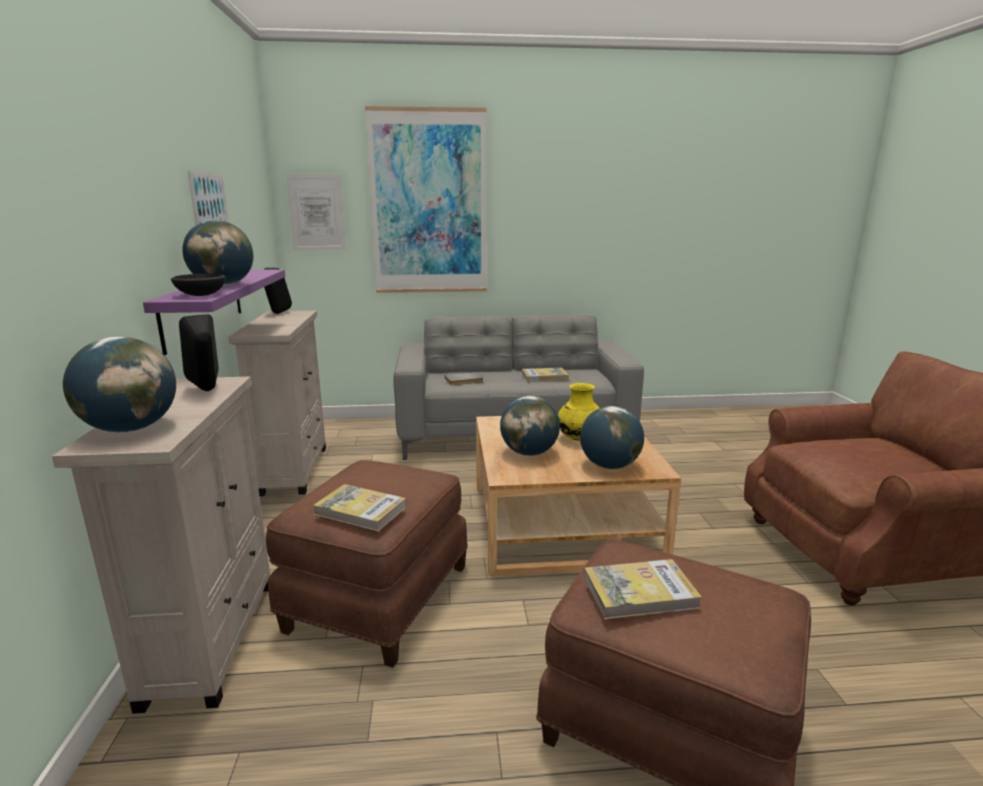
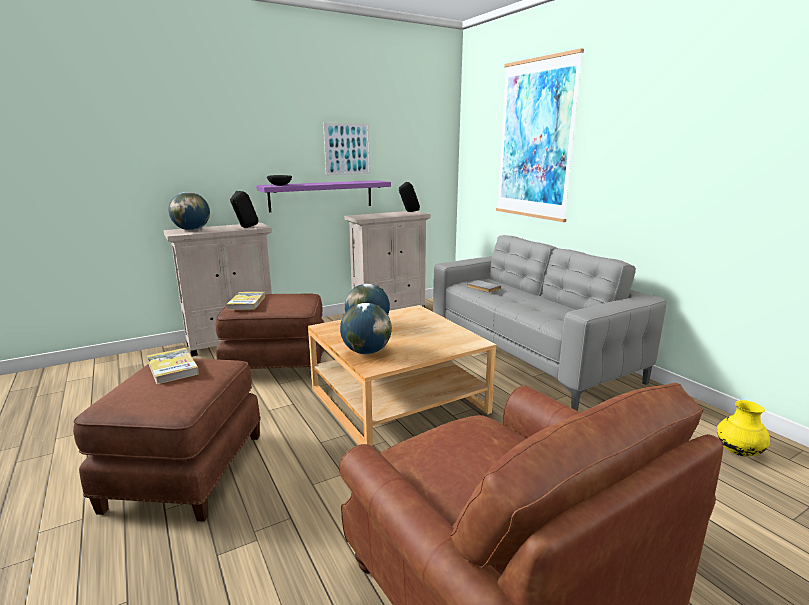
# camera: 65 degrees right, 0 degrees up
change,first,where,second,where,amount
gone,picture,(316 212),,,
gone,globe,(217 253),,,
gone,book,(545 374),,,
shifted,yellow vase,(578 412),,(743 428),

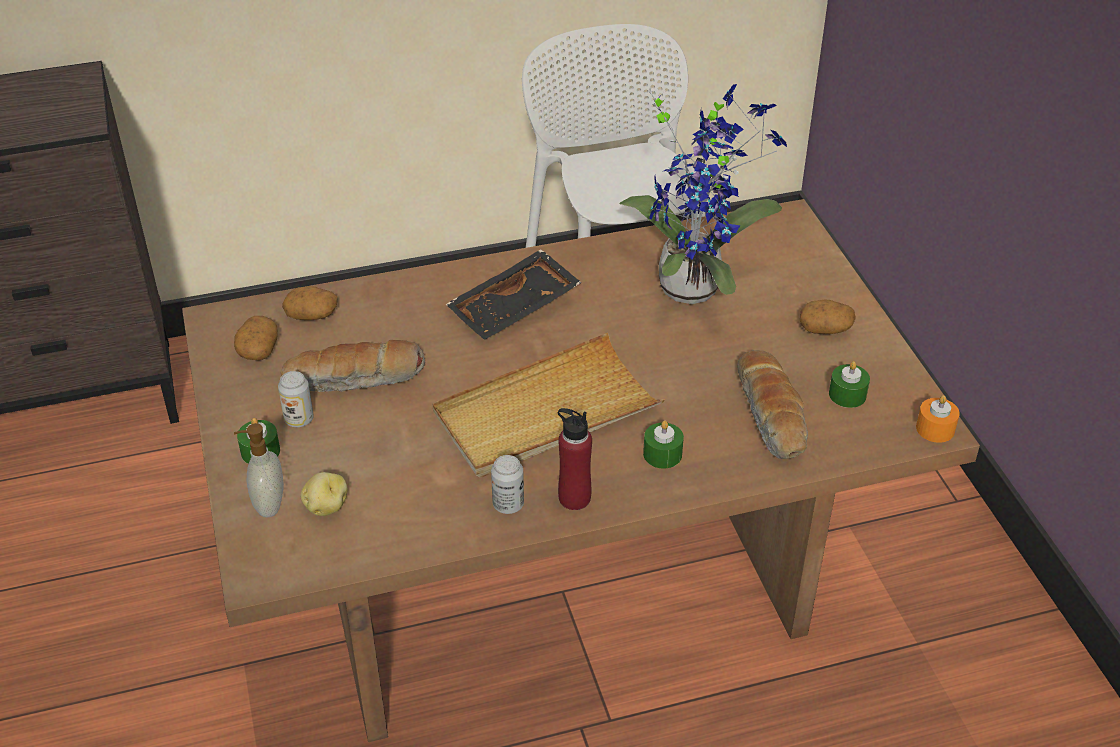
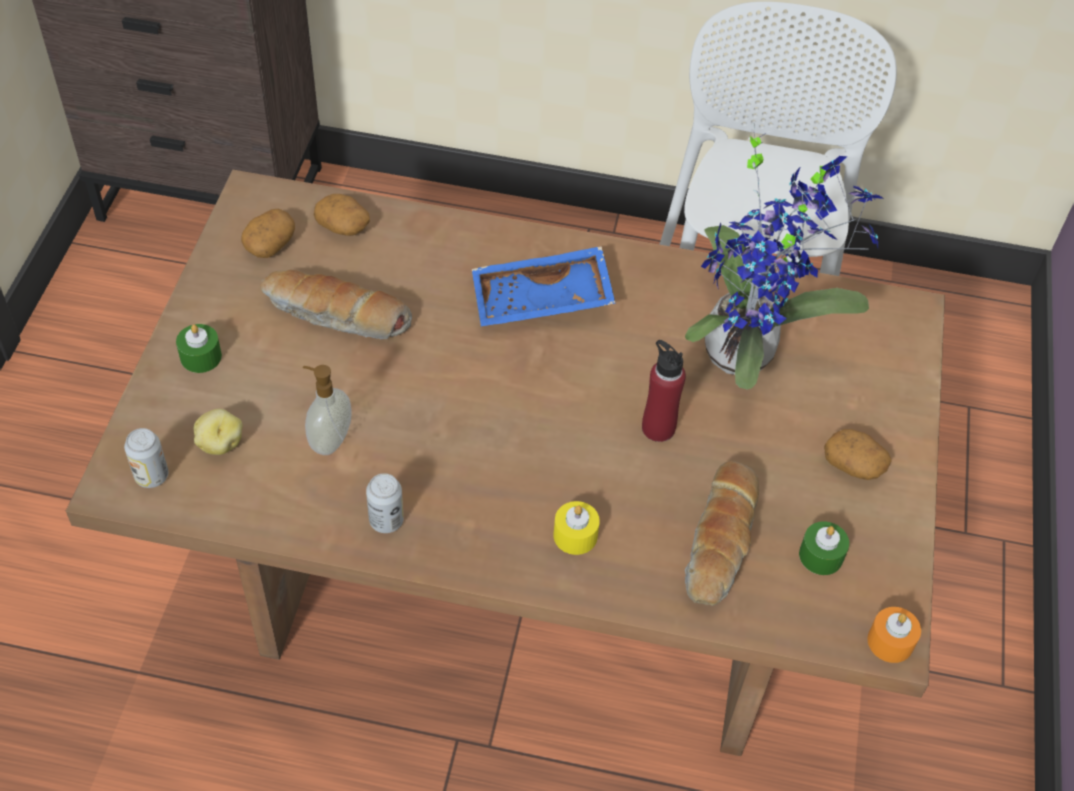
# camera: 25 degrees right, 10 degrees up
change,first,where,second,where,amount
repainted,black tray,(514 294),blue tray,(544 286),
gone,beige tray,(549 405),,,
shifted,can,(296 399),,(146 458),
shifted,red bottle,(575 459),,(664 391),
repainted,green candle,(663 444),yellow candle,(577 528),
shifted,soap dispenser,(259 470),,(327 410),

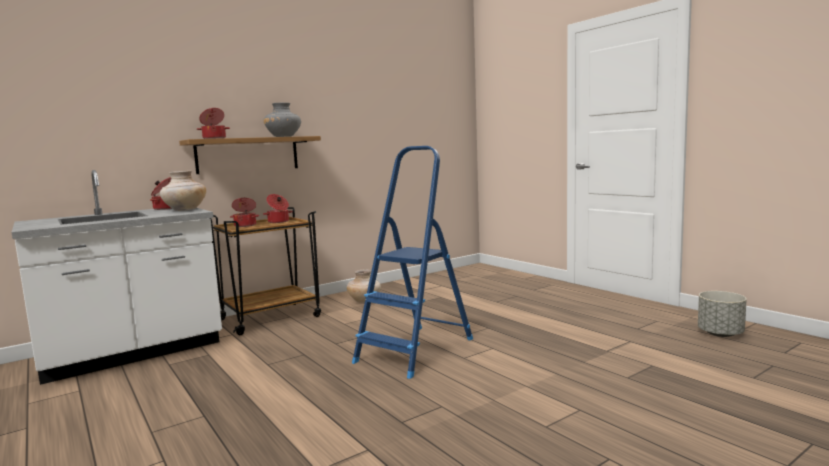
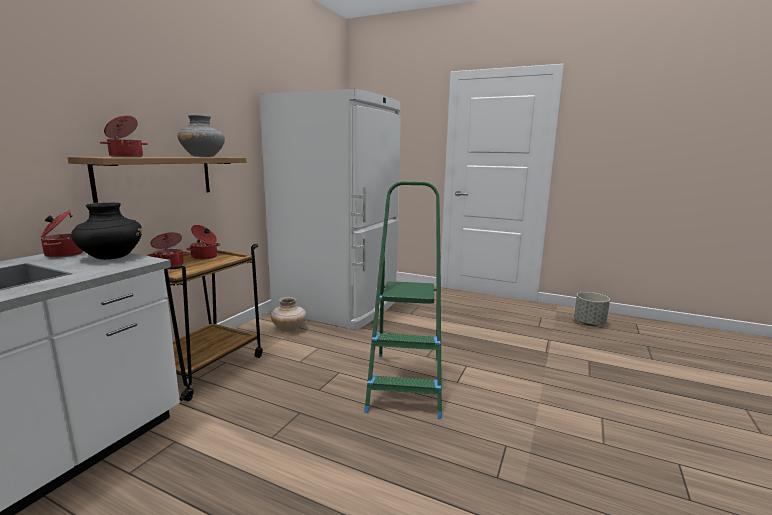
# camera: 30 degrees left, 5 degrees up
change,first,where,second,where,amount
repainted,blue step ladder,(412 262),green step ladder,(403 300),
repainted,beige vase,(183 191),black vase,(106 231),
new,,,white fridge,(330 209),

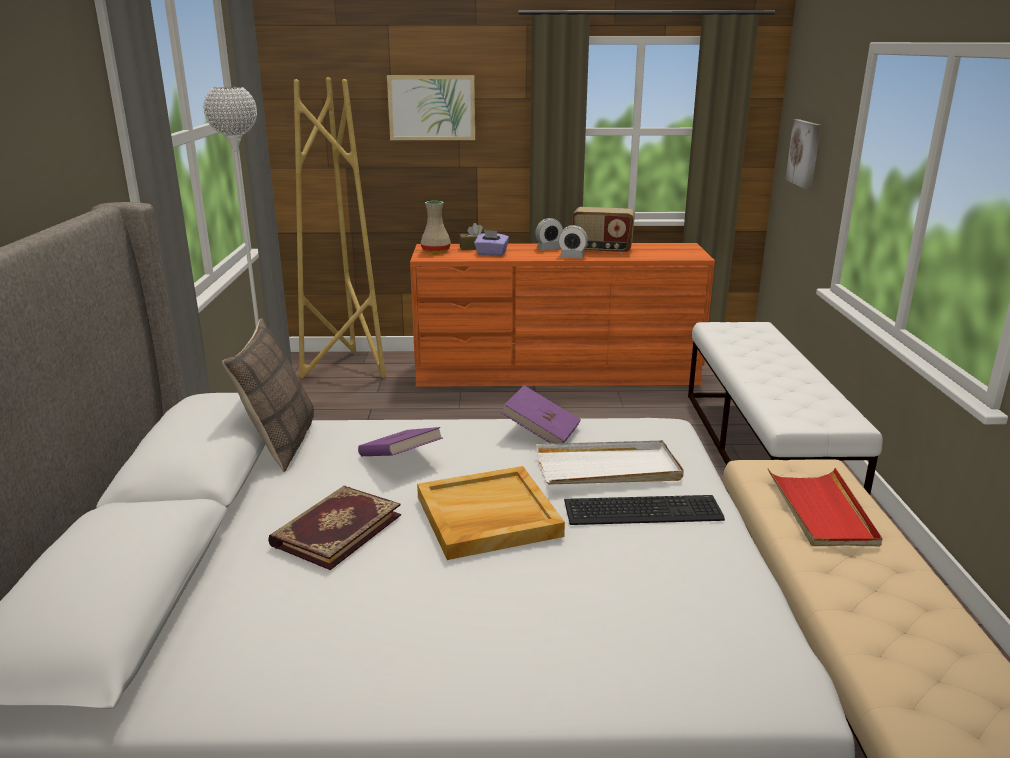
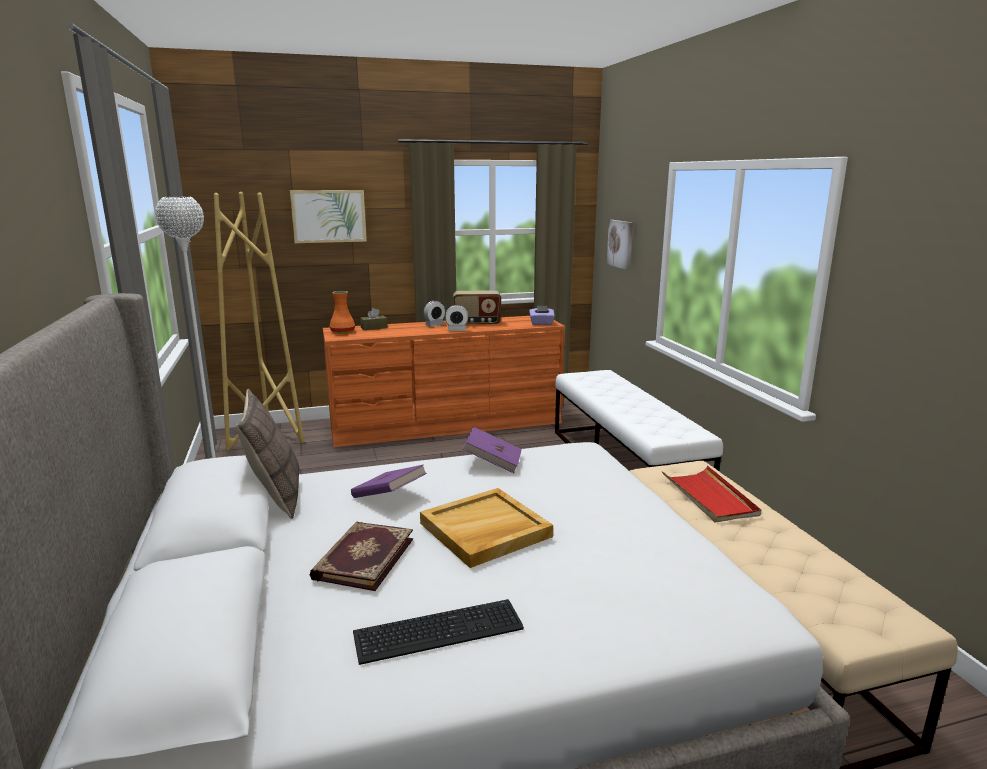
# camera: 15 degrees left, 5 degrees down
change,first,where,second,where,amount
repainted,beige vase,(435 227),orange vase,(342 312),
shifted,purple tissue box,(491 243),,(542 315),
gone,white tray,(610 462),,,
shifted,keyboard,(644 510),,(438 632),

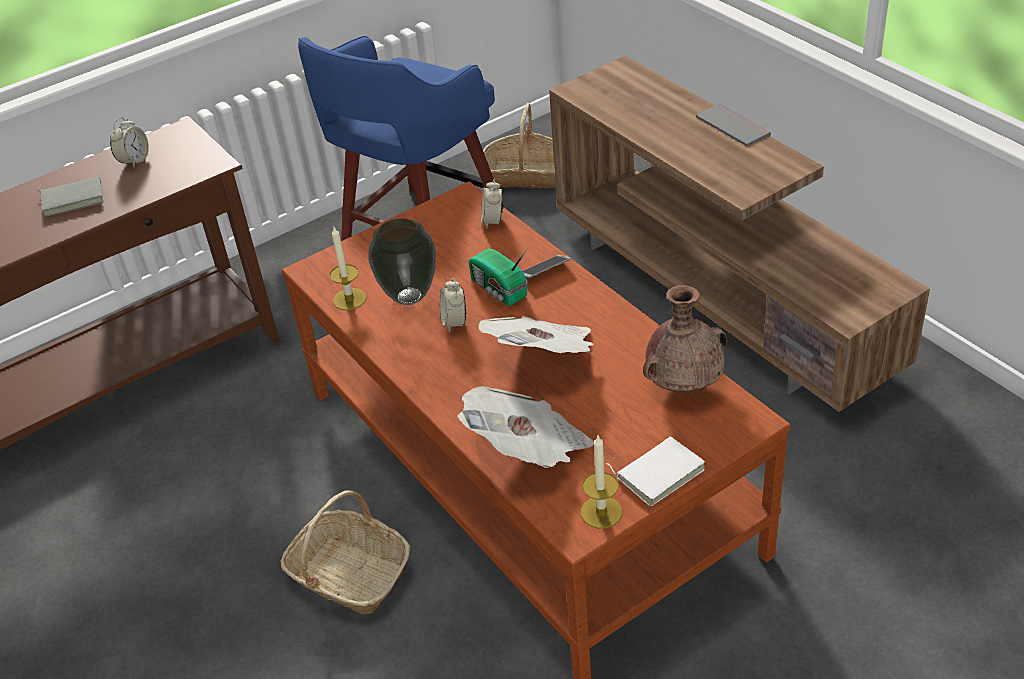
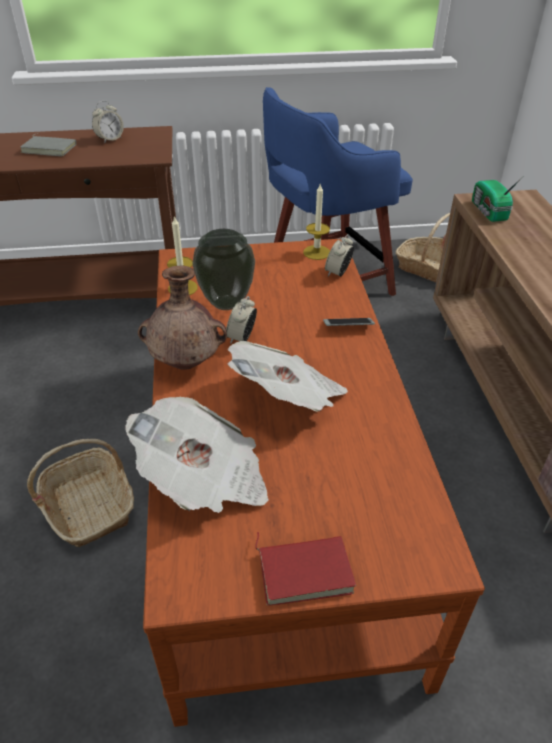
# camera: 25 degrees right, 0 degrees up
change,first,where,second,where,amount
shifted,radio,(498 277),,(497 199),
shifted,brown vase,(685 339),,(182 318),
shifted,candle,(601 482),,(316 222),
repainted,white book,(655 471),red book,(305 569),

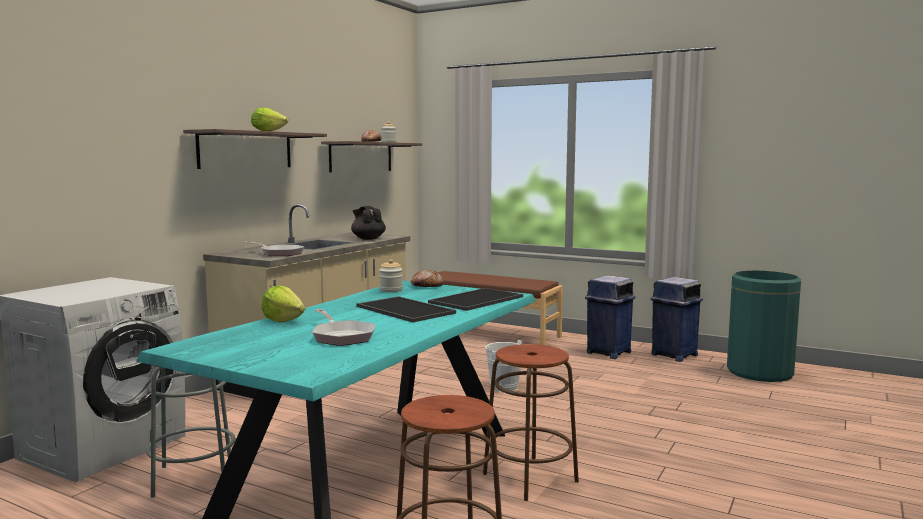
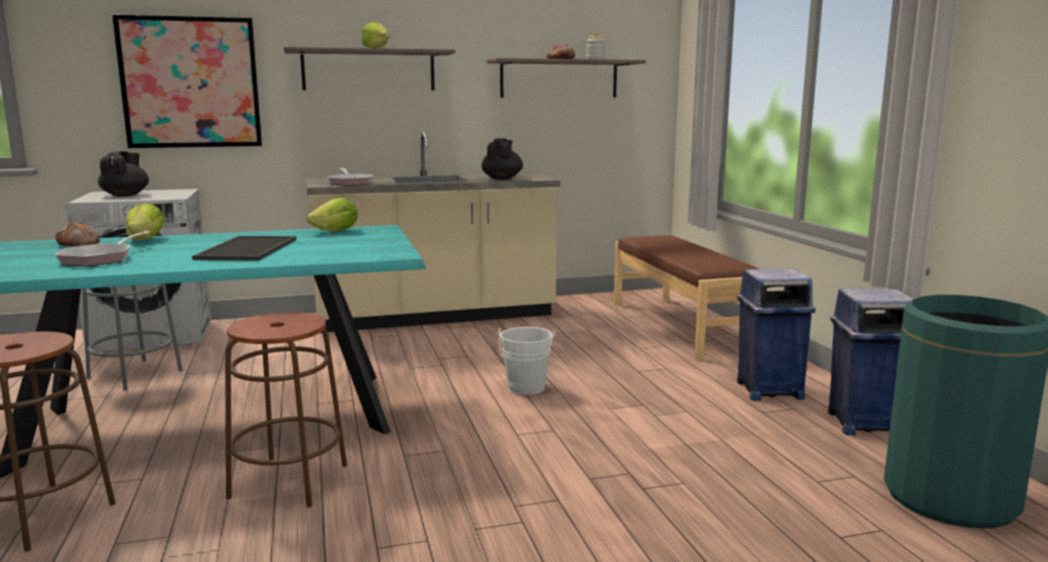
# camera: 45 degrees right, 5 degrees up
change,first,where,second,where,amount
swapped,jar,(391 275),lettuce,(332 214),
shifted,bread,(427 278),,(78 234),
gone,tray,(475 299),,,
new,,,picture,(187 81),
new,,,black teapot,(123 174),

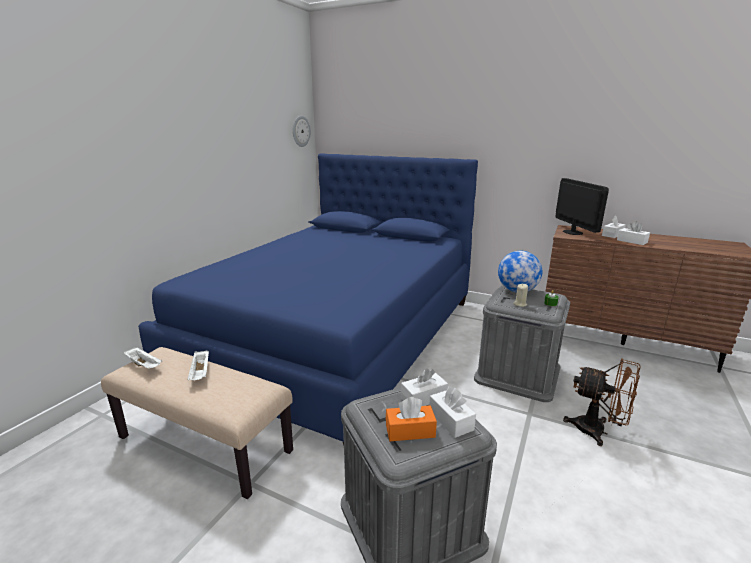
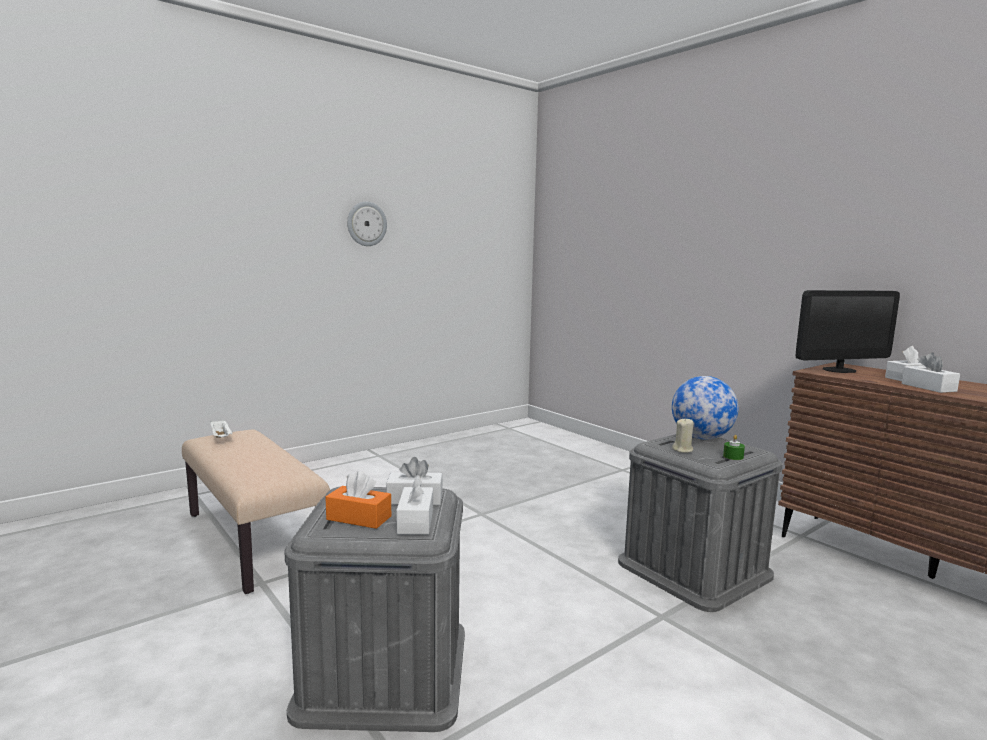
# camera: 25 degrees right, 10 degrees down
change,first,where,second,where,amount
shifted,wall clock,(302 131),,(367 224),
gone,blue bed,(308 299),,,
rotated,monitor,(582 206),,(848 331),60 degrees clockwise
gone,white tray,(198 365),,,
gone,brown fan,(602 402),,,

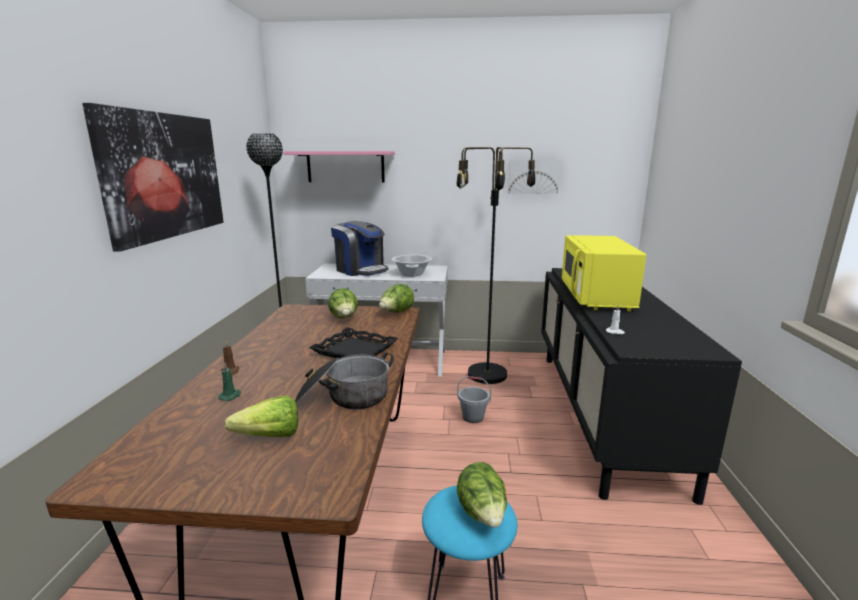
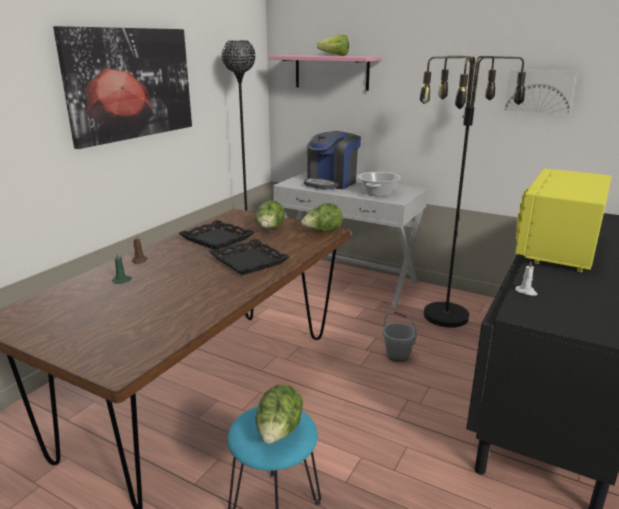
# camera: 25 degrees right, 5 degrees up
change,first,where,second,where,amount
rotated,coffee machine,(359 248),,(332 160),60 degrees clockwise
gone,cooking pot,(344 381),,,
shifted,lettuce,(261 416),,(333 45),
new,,,black tray,(216 235),

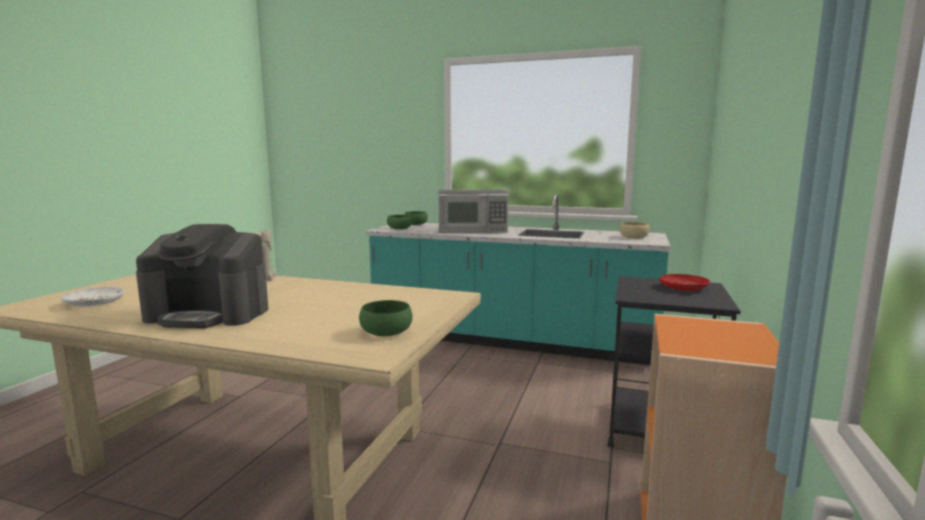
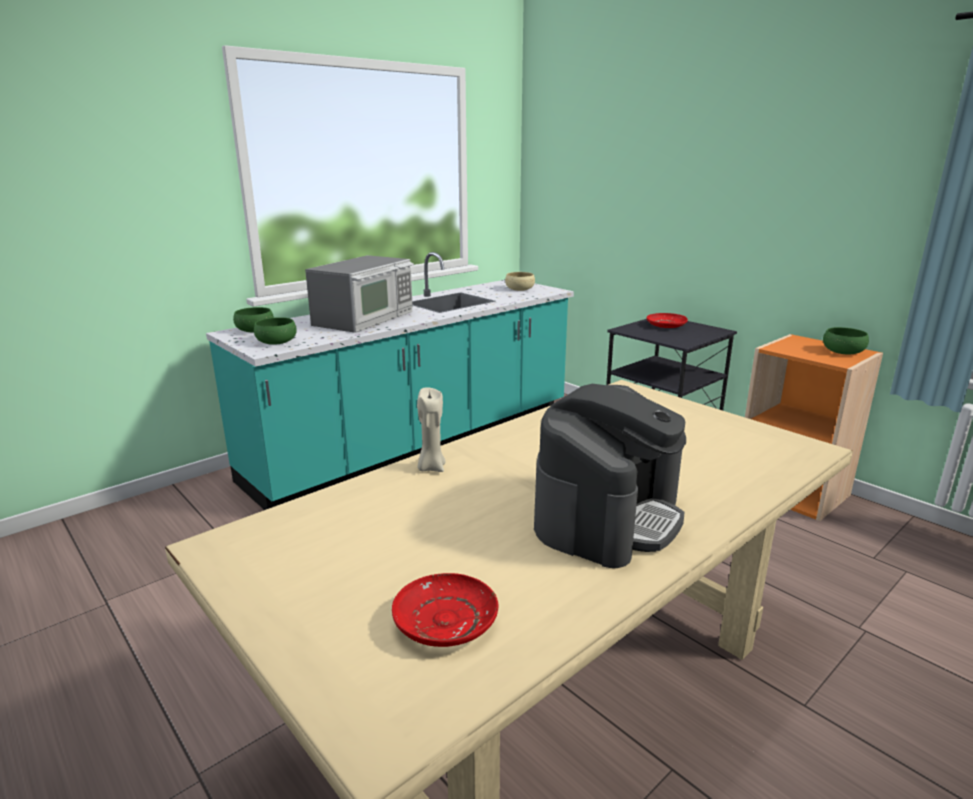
# camera: 60 degrees left, 10 degrees up
change,first,where,second,where,amount
repainted,white plate,(92 297),red plate,(445 610),
shifted,green bowl,(386 318),,(846 340),

